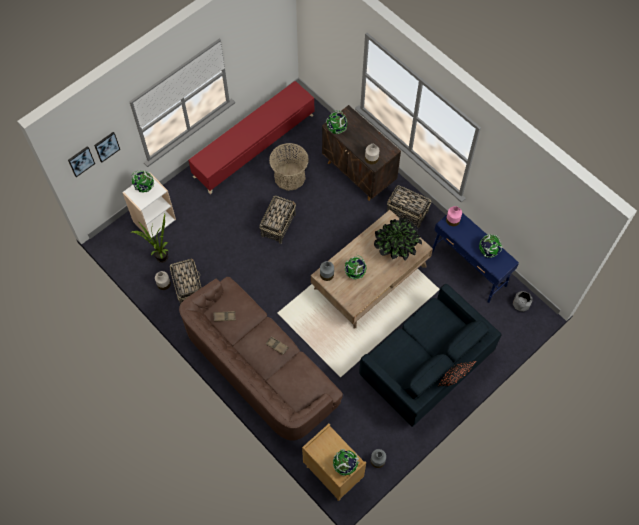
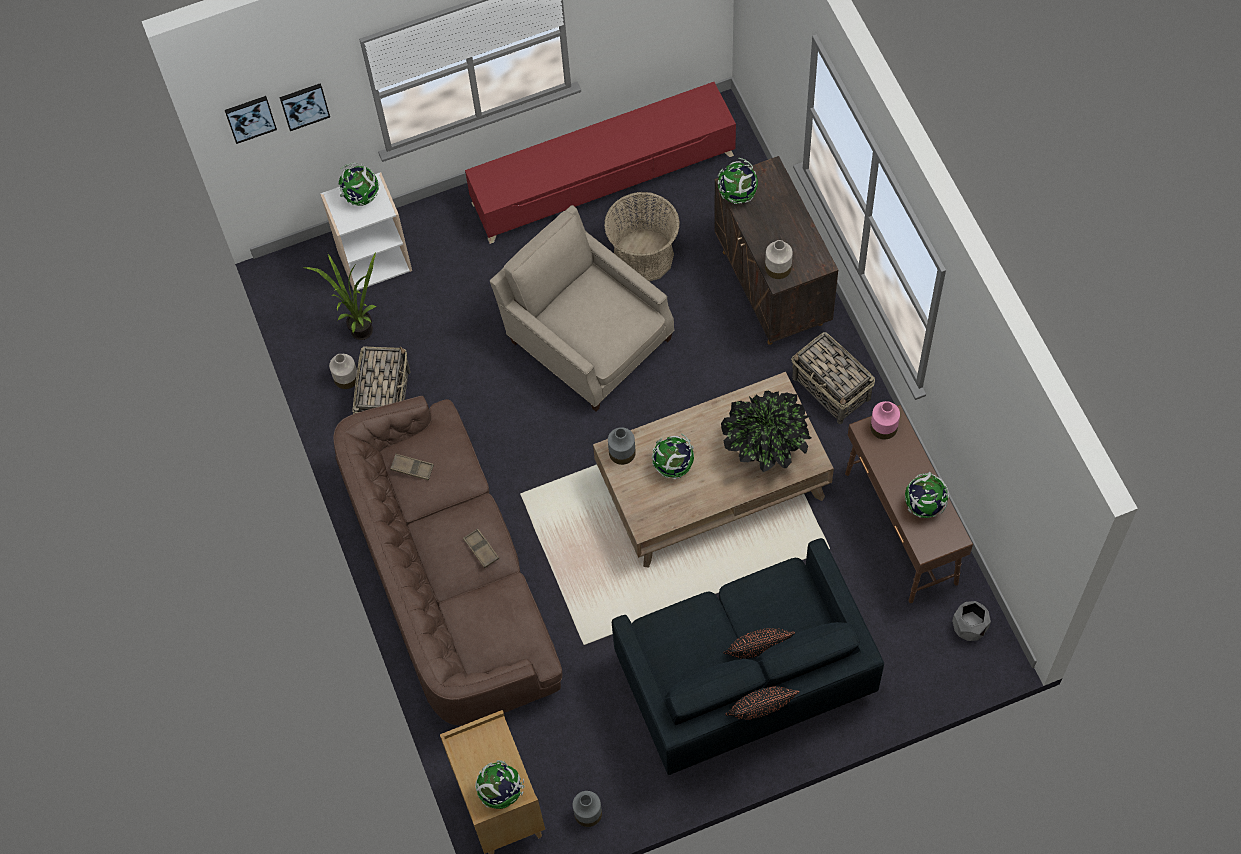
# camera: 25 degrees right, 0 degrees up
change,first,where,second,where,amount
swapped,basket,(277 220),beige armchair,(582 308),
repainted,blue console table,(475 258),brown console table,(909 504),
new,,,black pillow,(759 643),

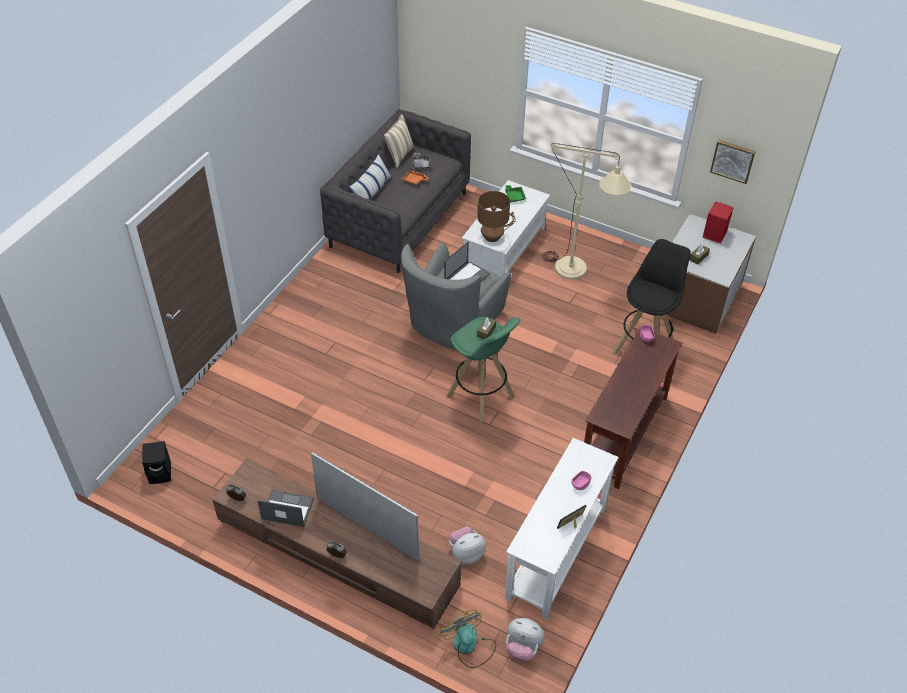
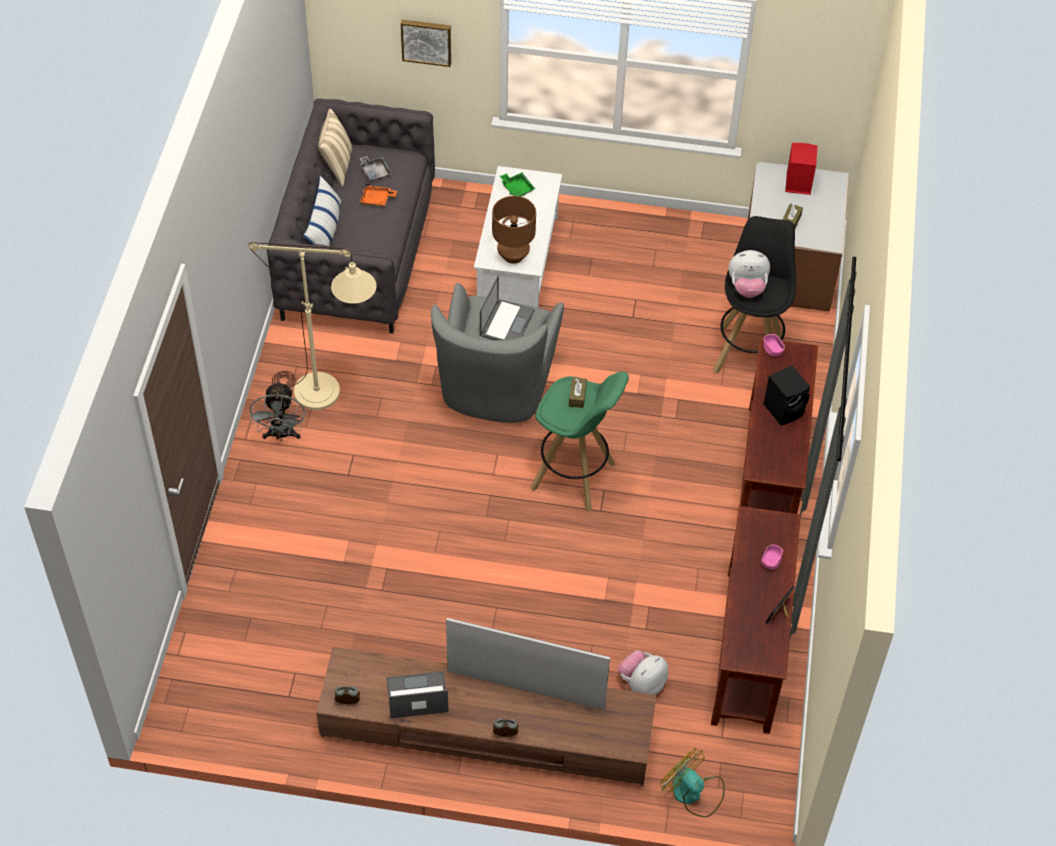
# camera: 20 degrees left, 5 degrees up
change,first,where,second,where,amount
shifted,picture,(733 162),,(426 43),
shifted,beige floor lamp,(586 211),,(312 326),
repainted,white console table,(562 529),brown console table,(756 620),
shifted,black speaker,(156 462),,(787 395),
shifted,plush toy,(525 640),,(749 274),
new,,,grey fan,(277 411),

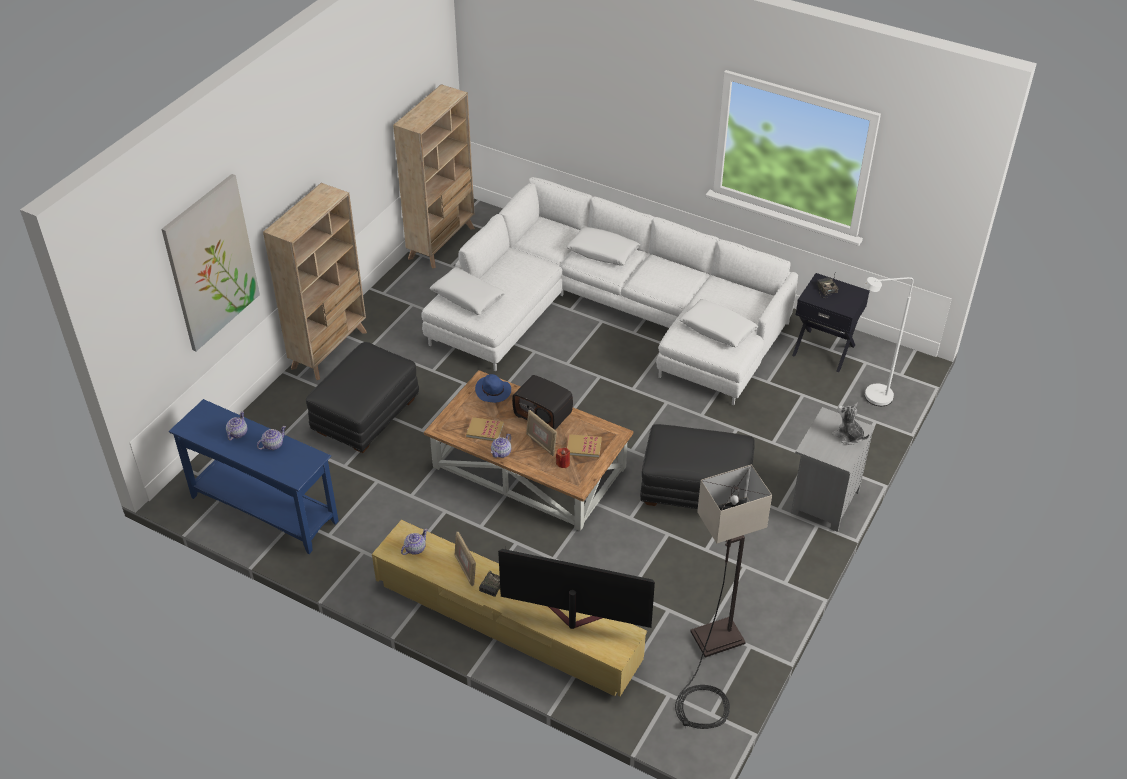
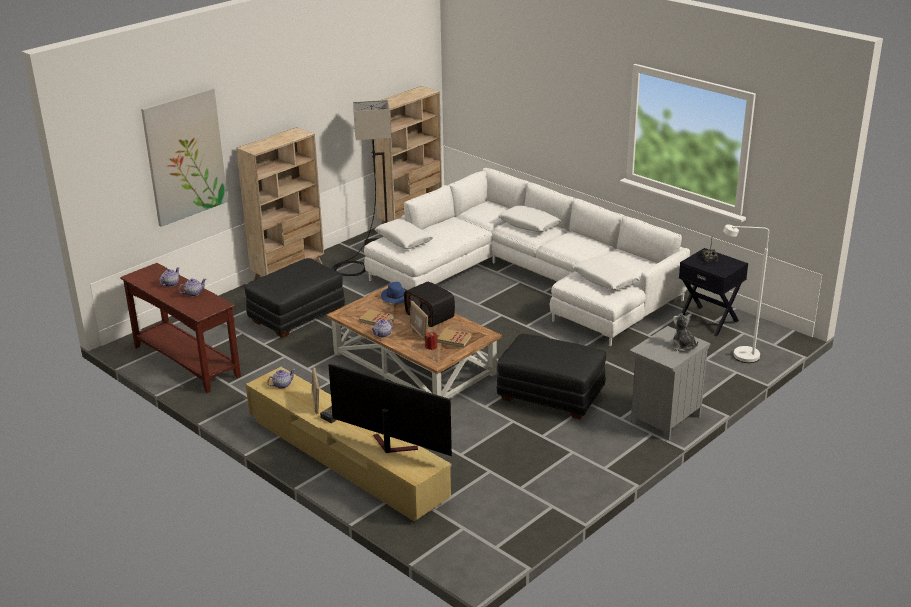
# camera: 15 degrees right, 15 degrees down
change,first,where,second,where,amount
repainted,blue console table,(254 476),brown console table,(180 328),
shifted,floor lamp,(723 597),,(361 188),

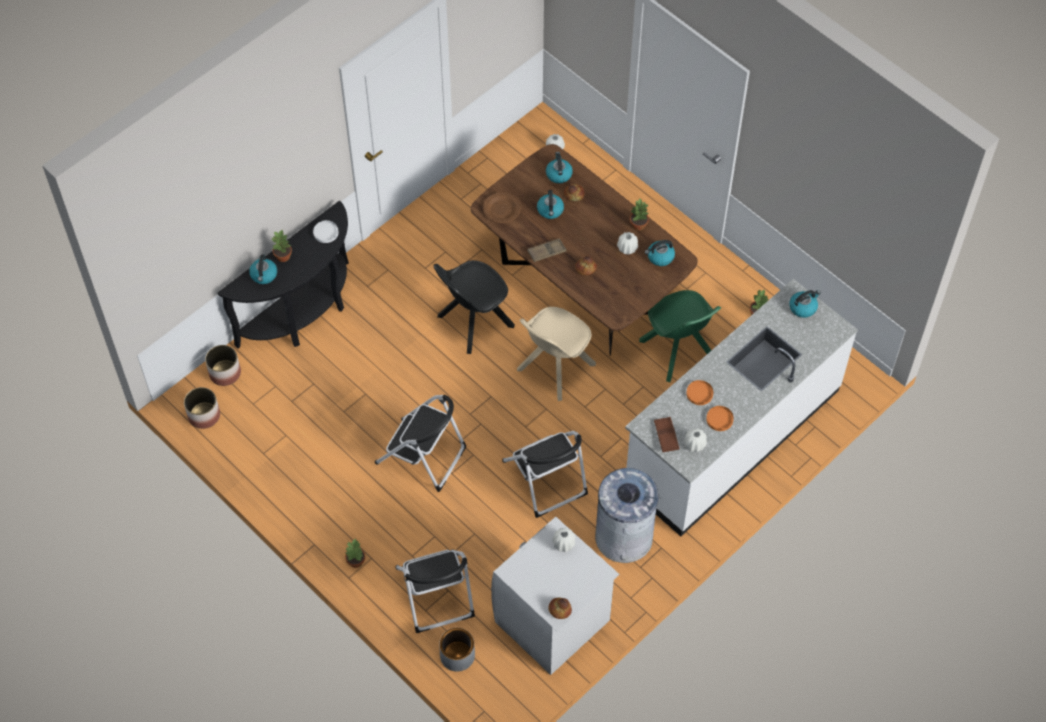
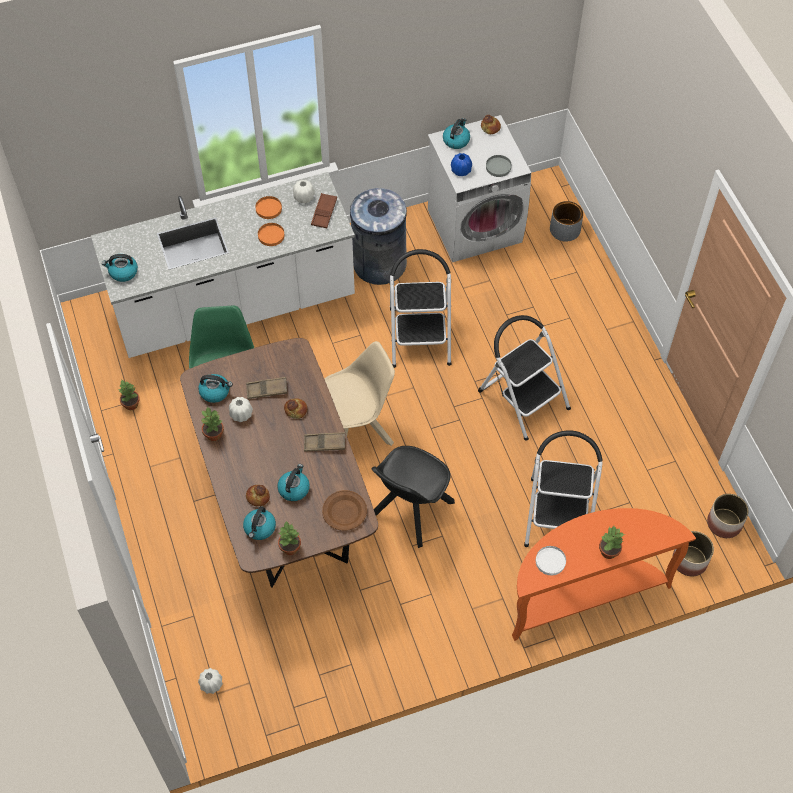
# camera: 155 degrees left, 0 degrees up
change,first,where,second,where,amount
repainted,black console table,(283 274),orange console table,(604 574),
shifted,kettle,(263 269),,(456 133),
rotated,black chair,(474 307),,(413 497),135 degrees clockwise
repainted,white vase,(564 539),blue vase,(461 164),
shifted,potted plant,(355 553),,(289 538),
shifted,step ladder,(435 591),,(563 488),
new,,,grey plate,(499 166),
new,,,brown tray,(266 388),

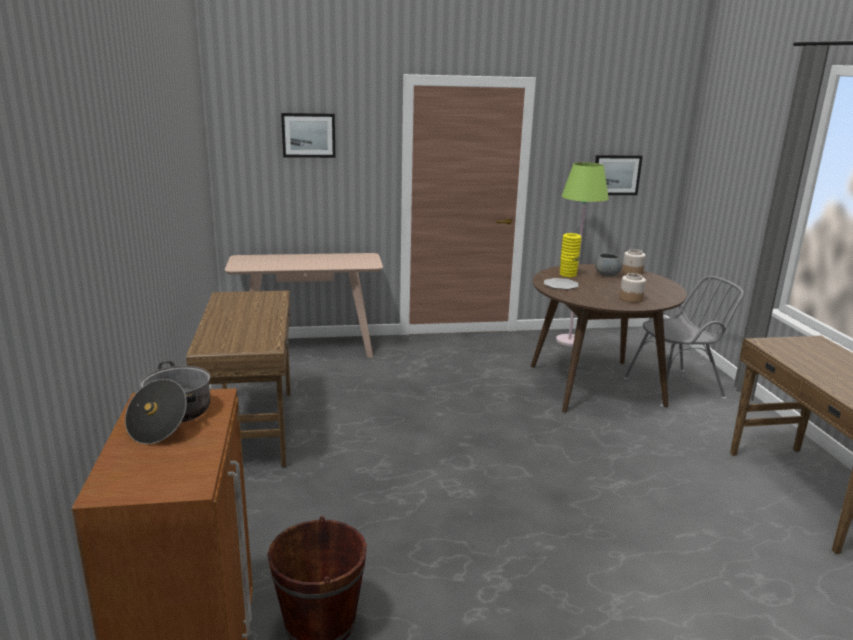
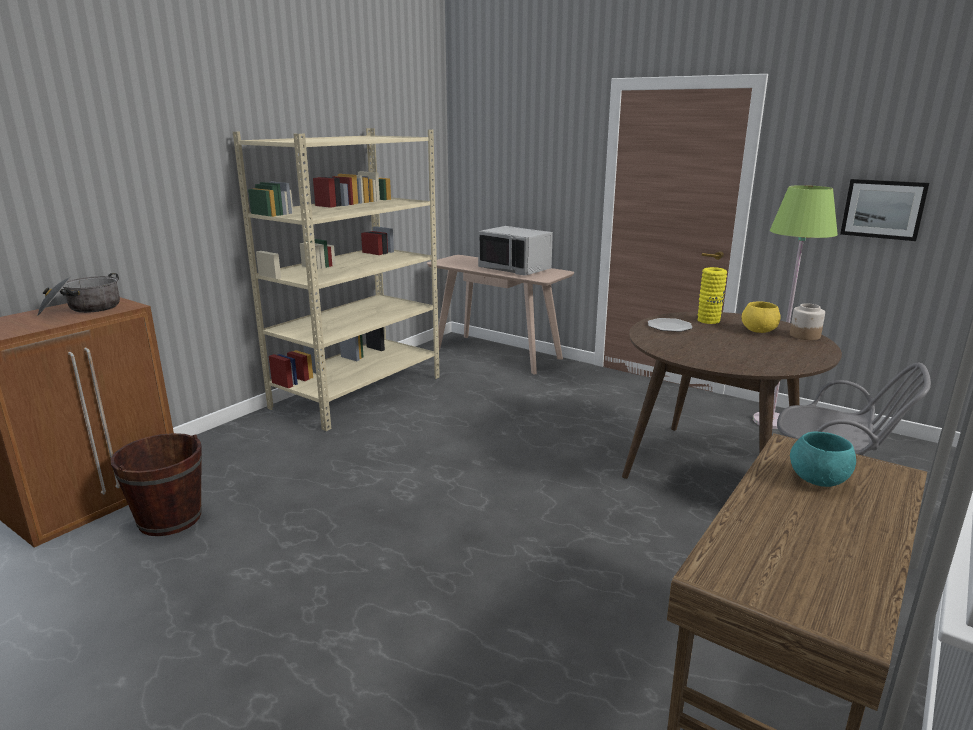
# camera: 45 degrees right, 0 degrees up
change,first,where,second,where,amount
gone,picture,(308 135),,,
repainted,grey bowl,(608 265),yellow bowl,(761 317),
gone,jar,(633 288),,,
swapped,brown console table,(238 379),beige bookcase,(336 279),
new,,,grey microwave,(515 251),
new,,,turquoise bowl,(823 459),

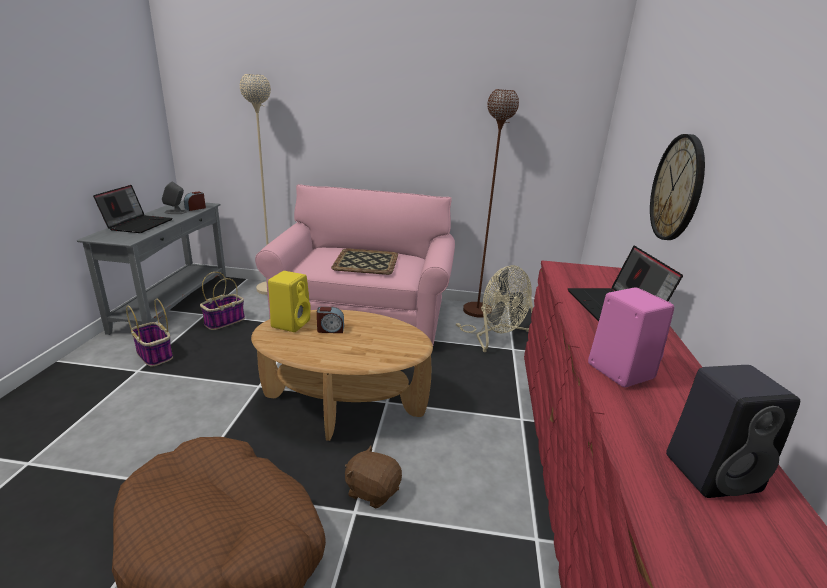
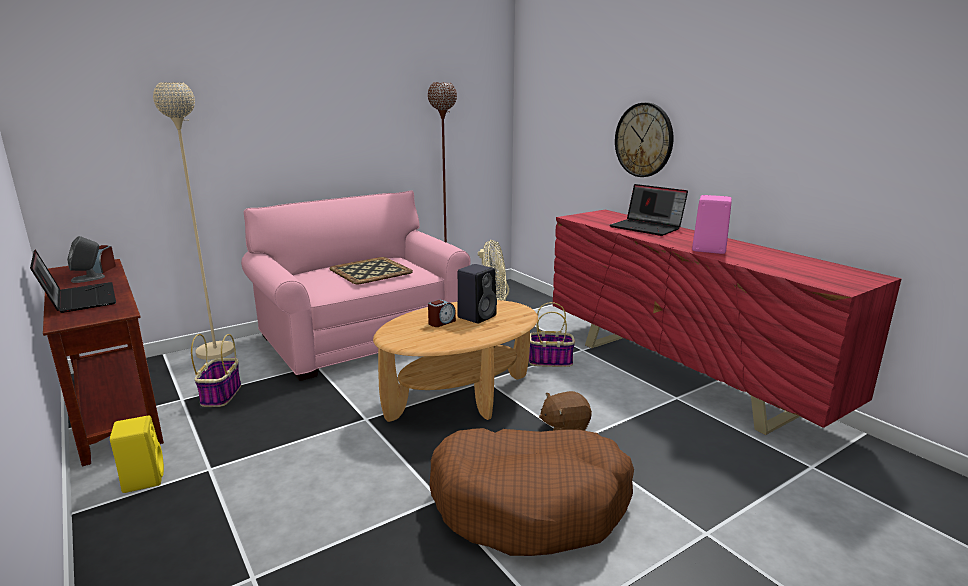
# camera: 40 degrees left, 5 degrees down
change,first,where,second,where,amount
repainted,grey console table,(152 267),brown console table,(103 363),
shifted,yellow speaker,(289 301),,(137 454),
shifted,basket,(149 333),,(552 334),
shifted,black speaker,(733 431),,(477 294),

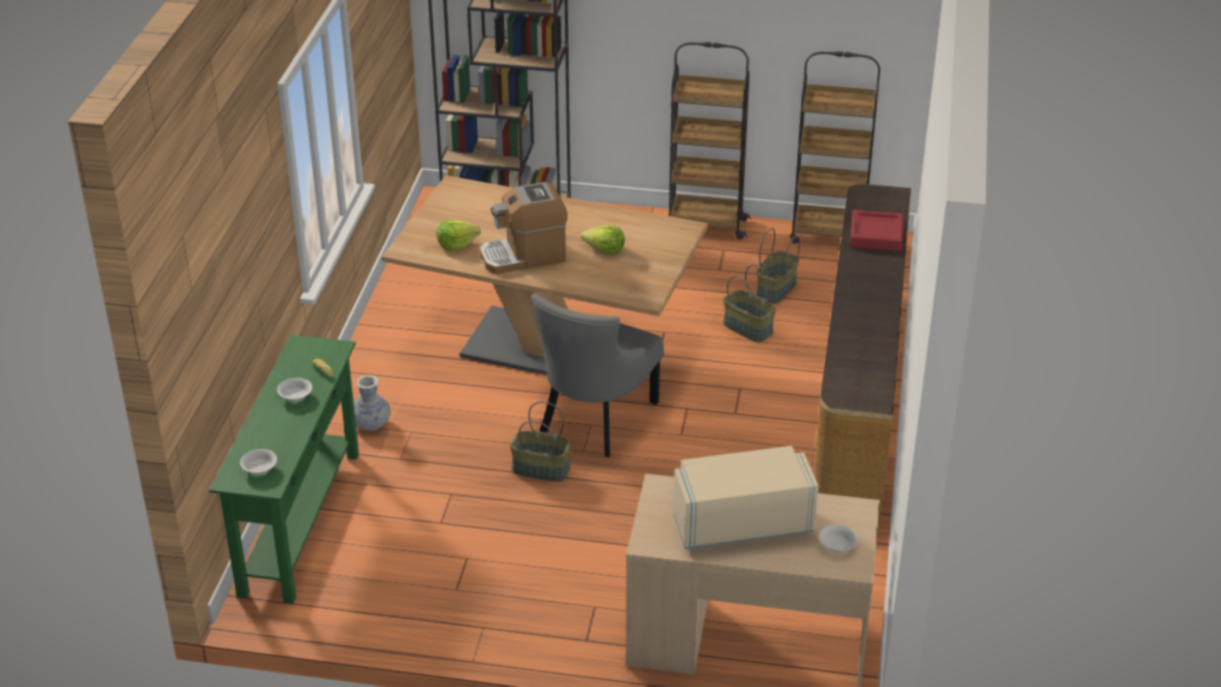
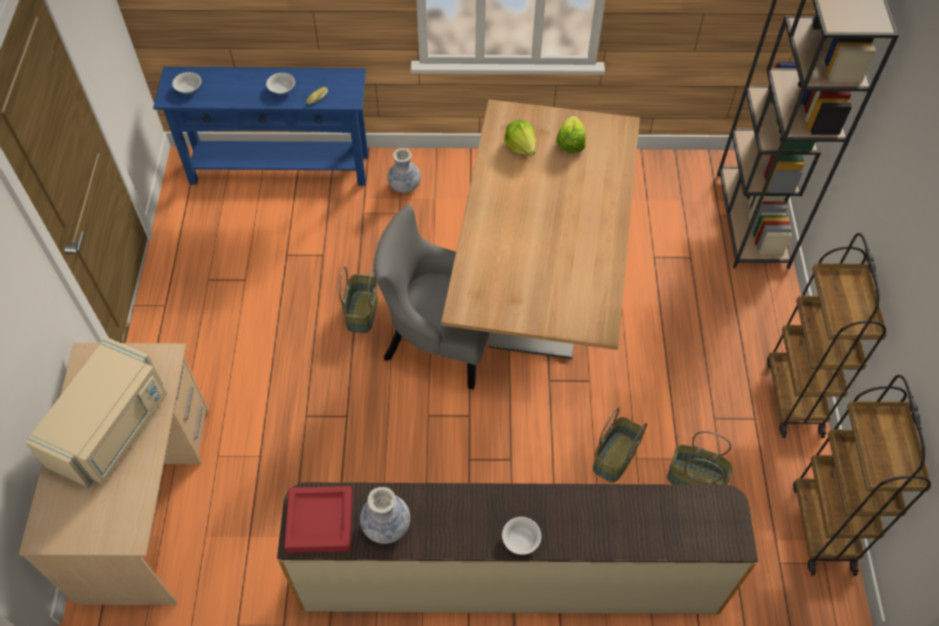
# camera: 80 degrees right, 20 degrees up
change,first,where,second,where,amount
gone,coffee machine,(524 228),,,
shifted,red tray,(876 230),,(318 519),
shifted,lettuce,(603 240),,(571 134),
repainted,green console table,(284 469),blue console table,(260 126),
rotated,beige microwave,(746 497),,(96 412),45 degrees clockwise
shifted,white bowl,(838 538),,(521 536),
new,,,vase,(385 515),

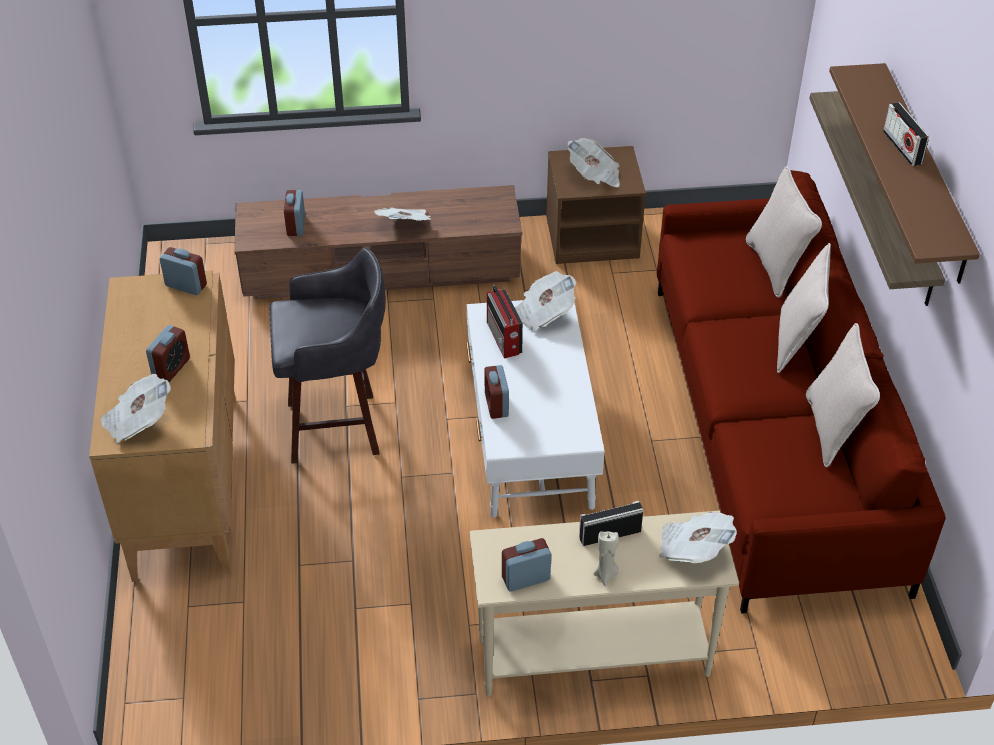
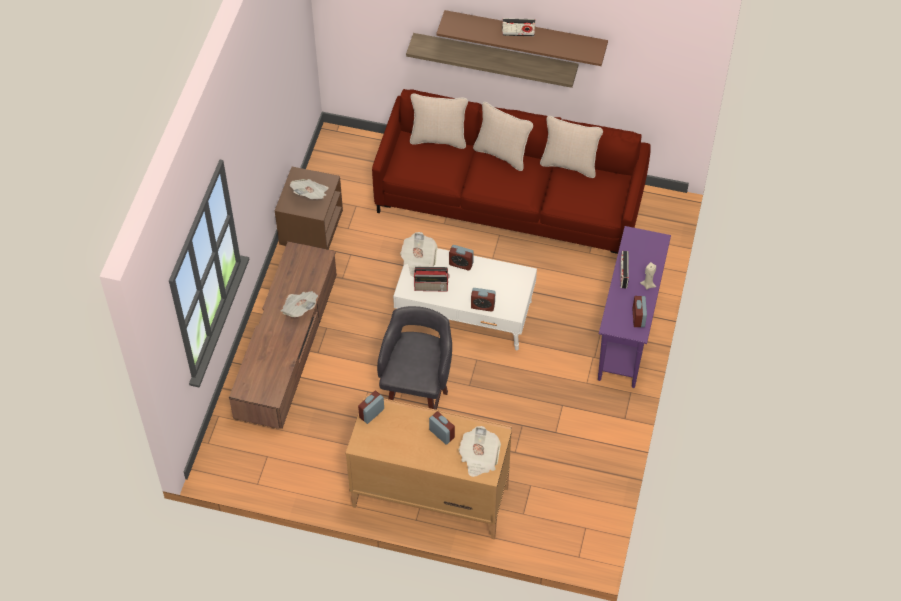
# camera: 70 degrees left, 10 degrees up
change,first,where,second,where,amount
shifted,alarm clock,(294 213),,(461 258),
repainted,beige console table,(604 603),purple console table,(634 307),
gone,newspaper,(698 537),,,

